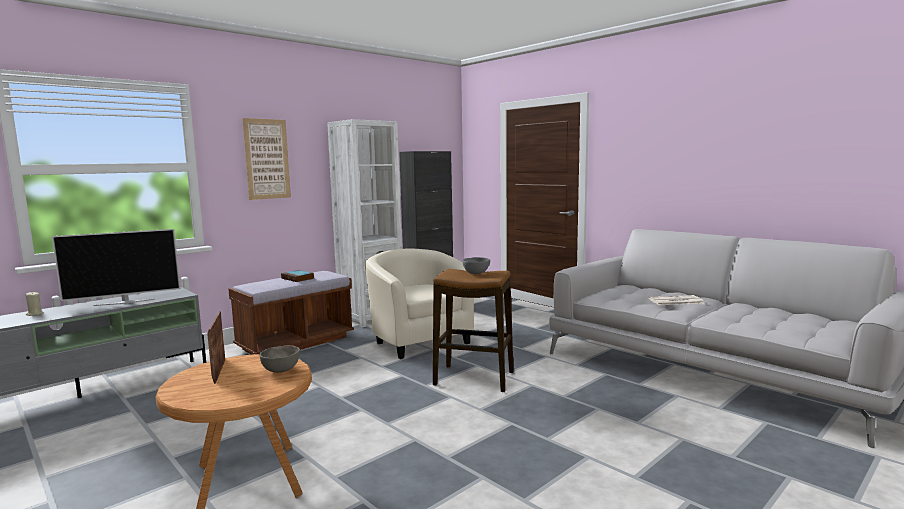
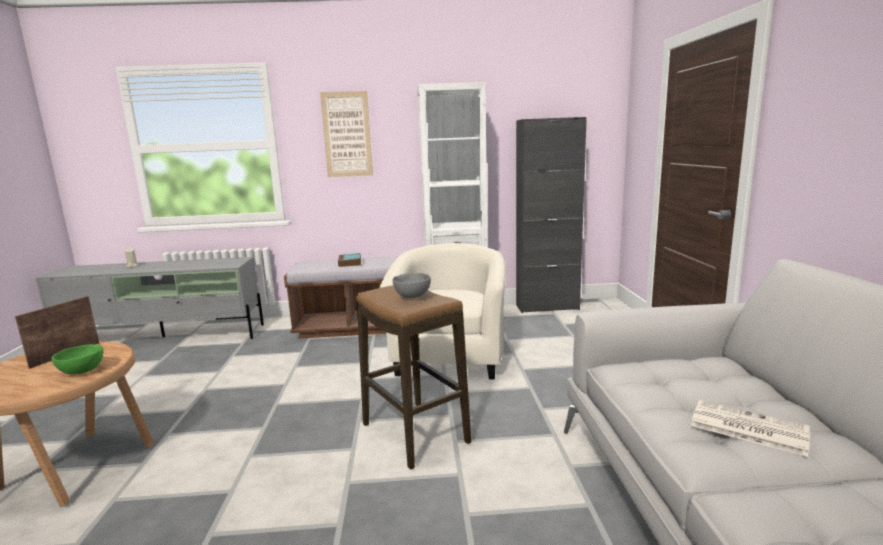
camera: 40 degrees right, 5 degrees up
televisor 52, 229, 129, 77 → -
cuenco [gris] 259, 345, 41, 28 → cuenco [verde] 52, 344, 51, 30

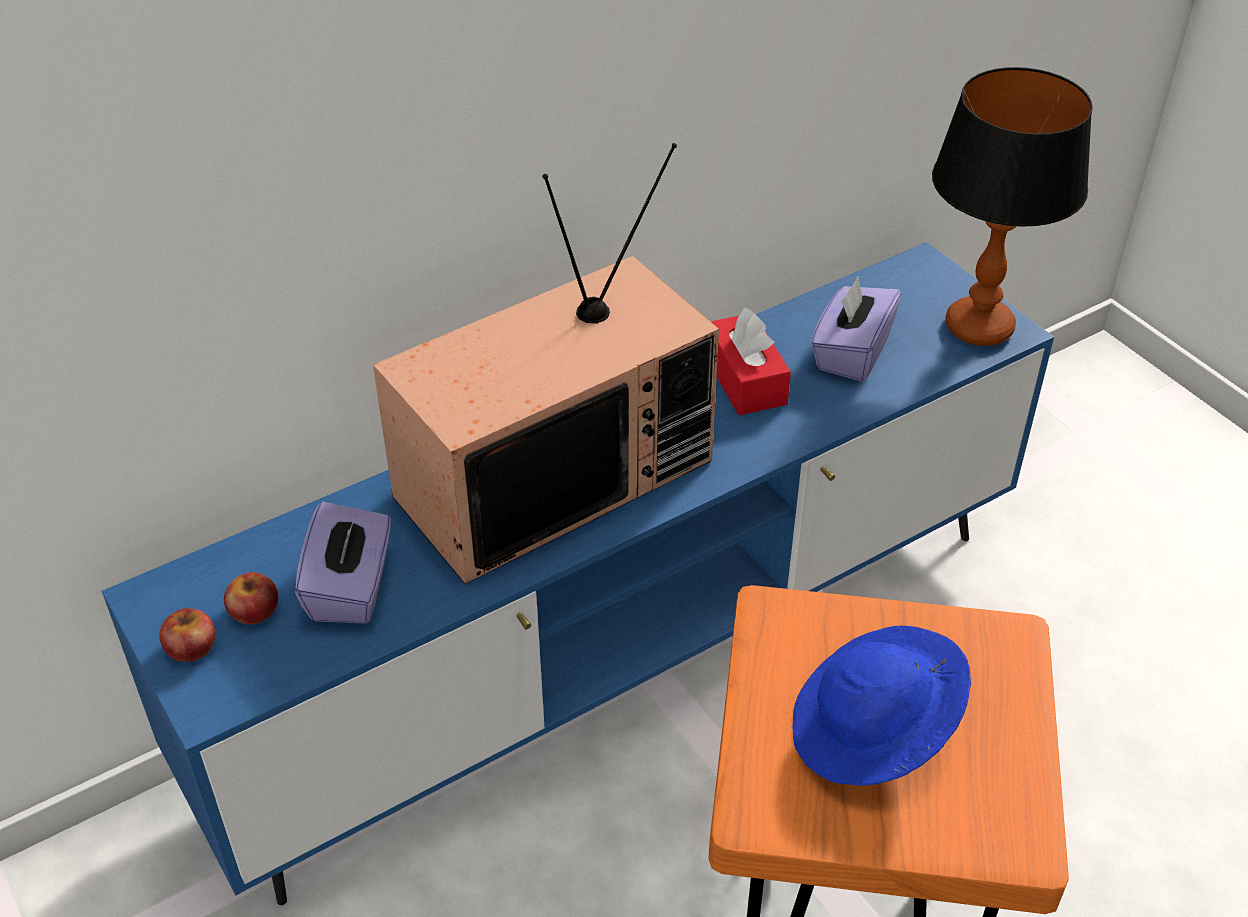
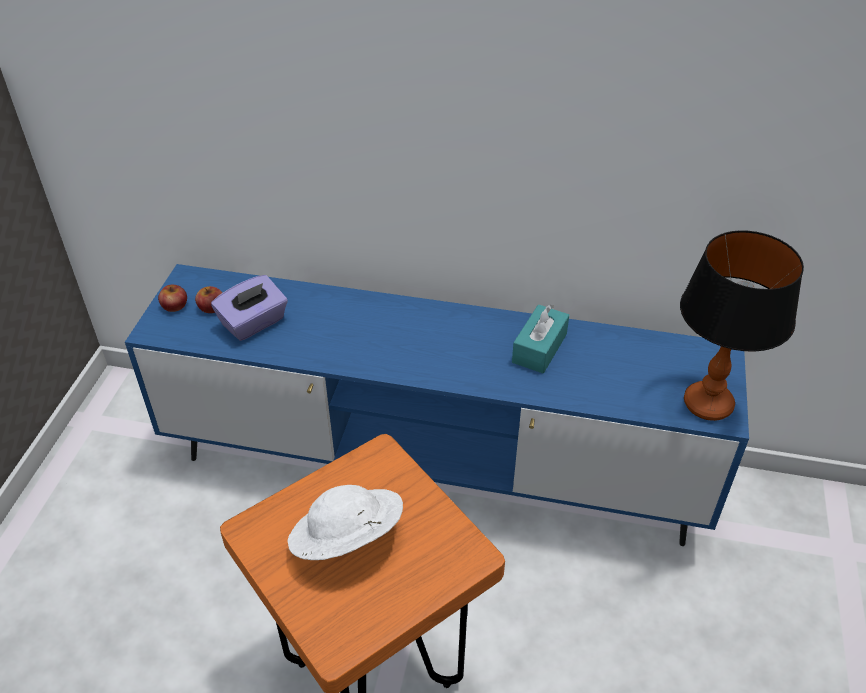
camera: 45 degrees right, 0 degrees up
televisor 373, 143, 346, 441 → -
caja de pañuelos [rojo] 710, 308, 81, 107 → caja de pañuelos [turquesa] 512, 304, 57, 69
sombrero [azul] 792, 626, 179, 160 → sombrero [blanco] 288, 485, 115, 75
caja de pañuelos [morado] 811, 276, 90, 106 → -

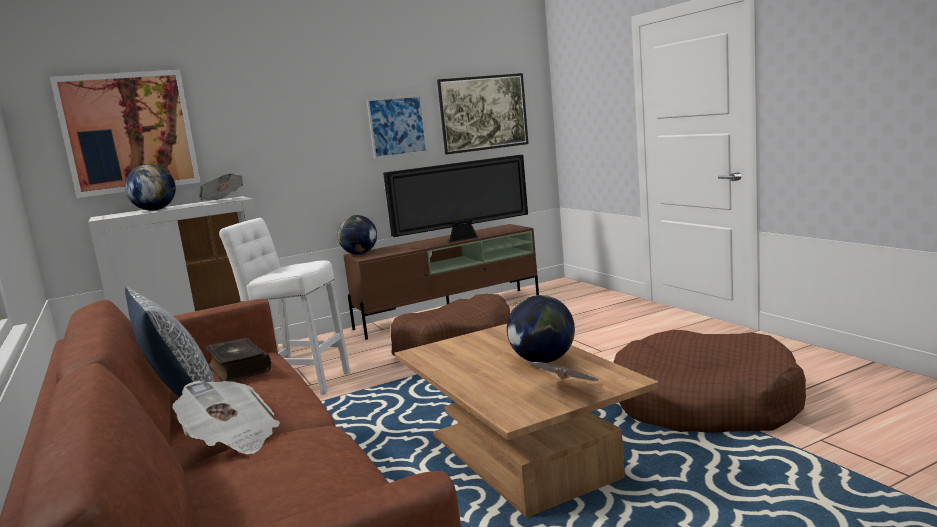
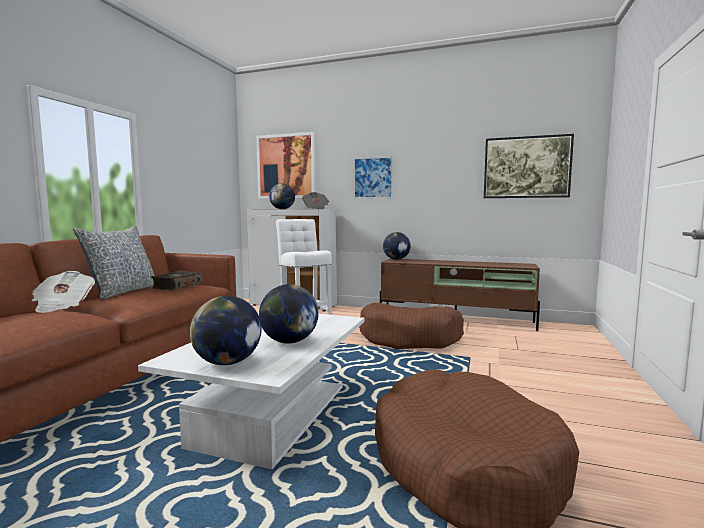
camera: 45 degrees right, 5 degrees down
cuadro 367, 95, 61, 64 → cuadro 354, 156, 39, 43, moved
televisor 383, 155, 145, 88 → -
mesa de centro [marrón] 394, 324, 265, 194 → mesa de centro [blanco] 138, 314, 226, 155
periódico 523, 362, 78, 19 → globo terráqueo 190, 296, 72, 69

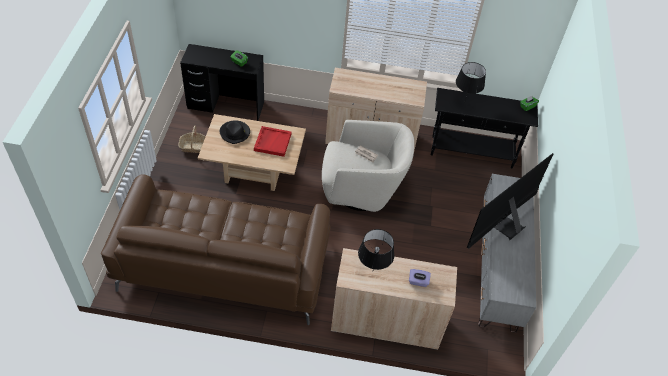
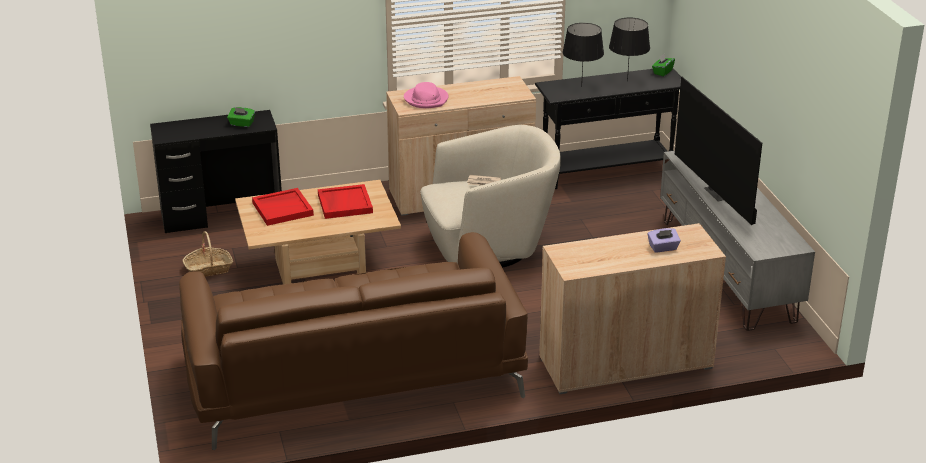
camera: 20 degrees left, 20 degrees down
sombrero [negro] 220, 120, 30, 24 → bandeja [rojo] 252, 188, 62, 38
lámpara de mesa [negro] 358, 229, 36, 41 → lámpara de mesa [negro] 609, 18, 41, 64, moved
televisor 467, 153, 87, 96 → televisor 675, 77, 87, 148, 45 degrees counterclockwise
- → sombrero [rosa] 404, 82, 45, 26

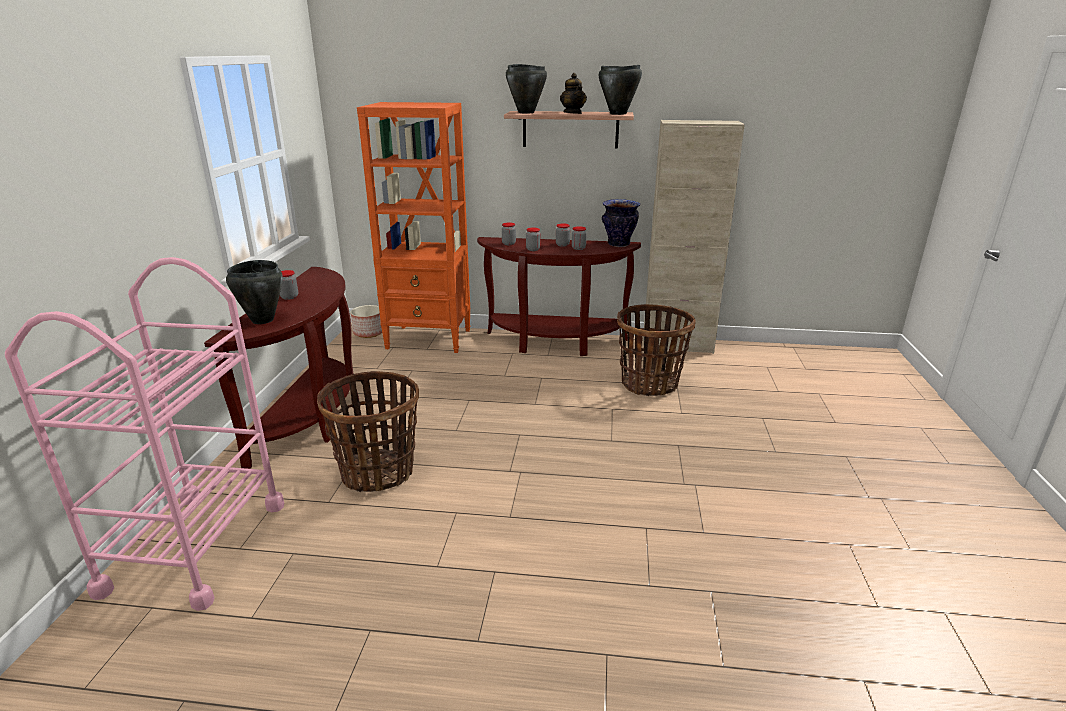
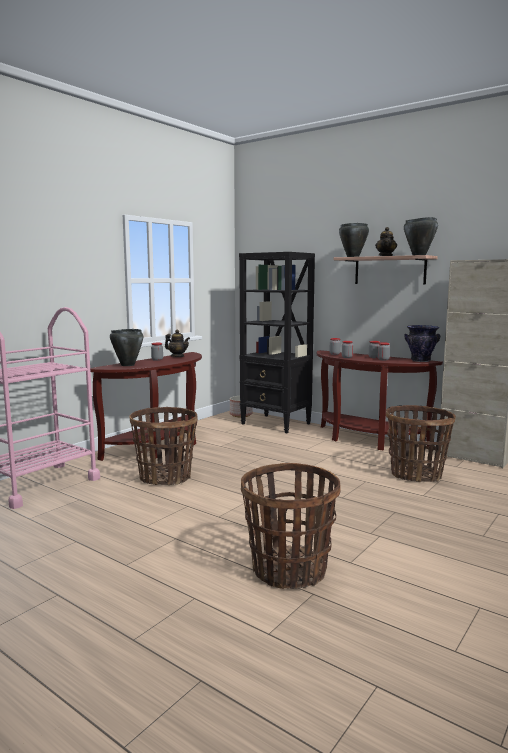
camera: 30 degrees right, 15 degrees down
estantería [naranja] 357, 102, 113, 251 → estantería [negro] 239, 252, 76, 181
- → tetera 165, 330, 25, 27
- → cesta 241, 463, 100, 126

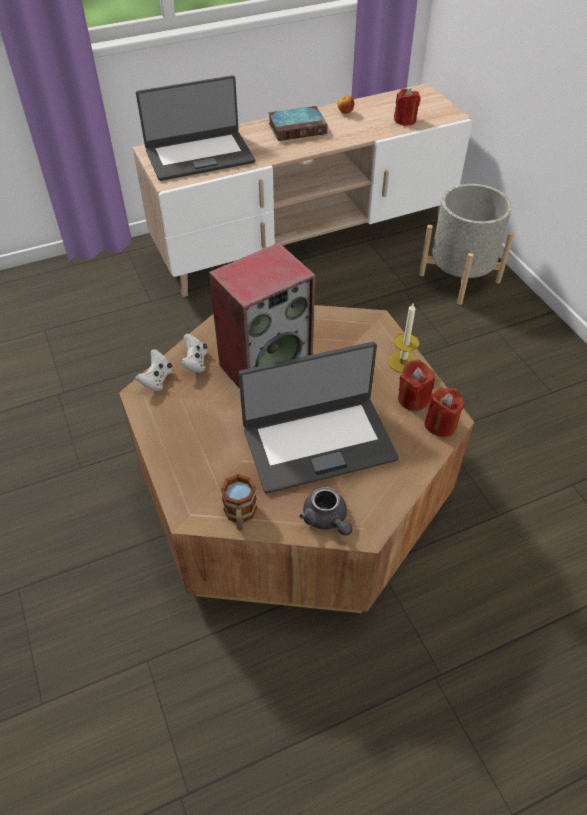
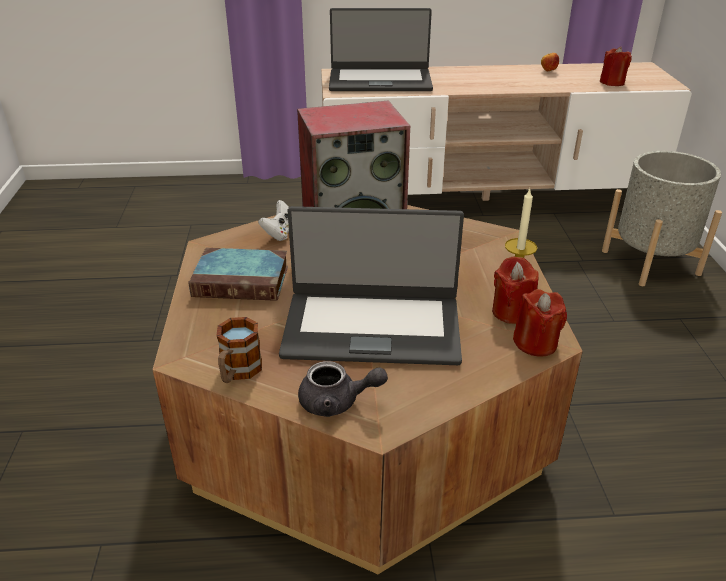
camera: 20 degrees right, 15 degrees down
mando de consola [blanco] 135, 349, 37, 42 → -
libro 268, 106, 60, 35 → libro 188, 248, 100, 53, moved
tetera [gris] 299, 487, 53, 49 → tetera [gris] 298, 361, 90, 56, 75 degrees counterclockwise

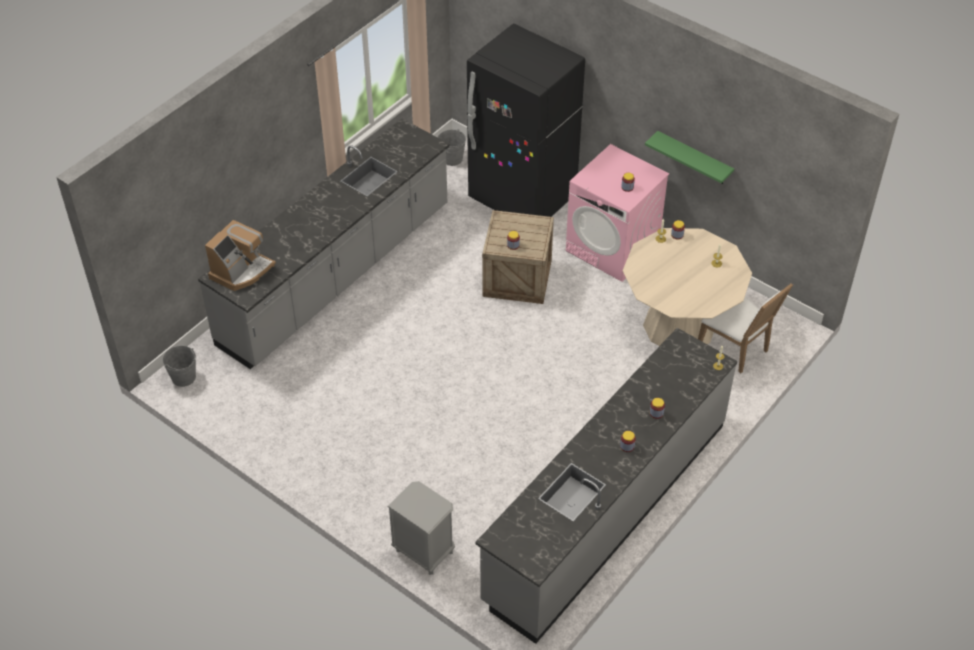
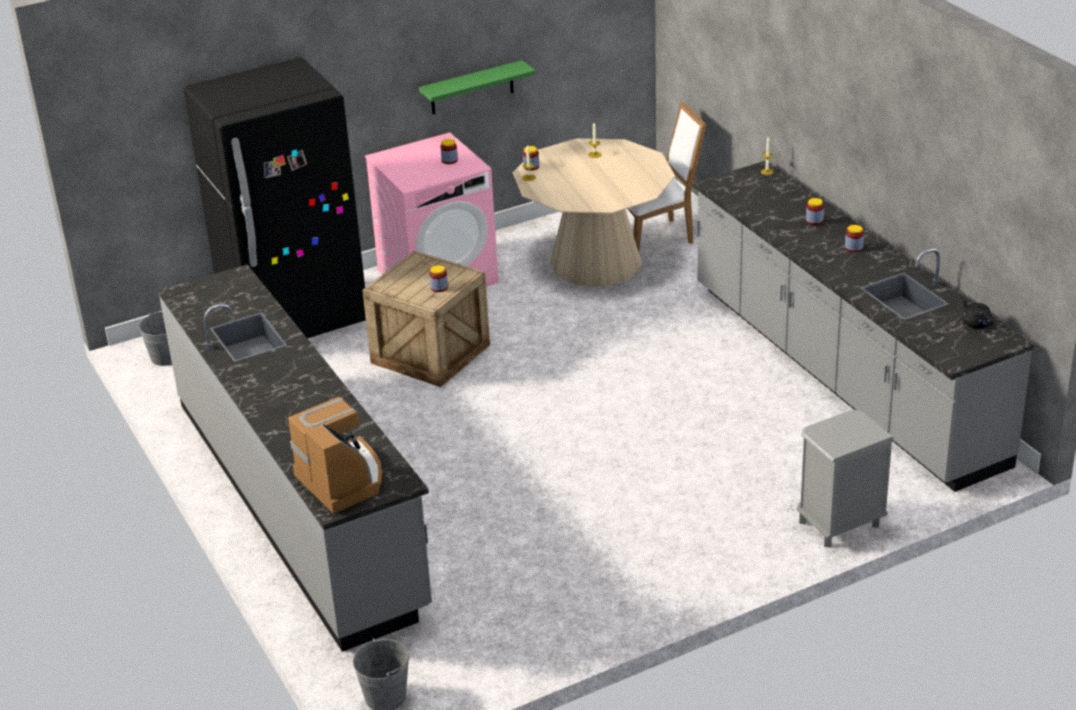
camera: 65 degrees left, 15 degrees down
- → tetera [negro] 961, 298, 33, 31

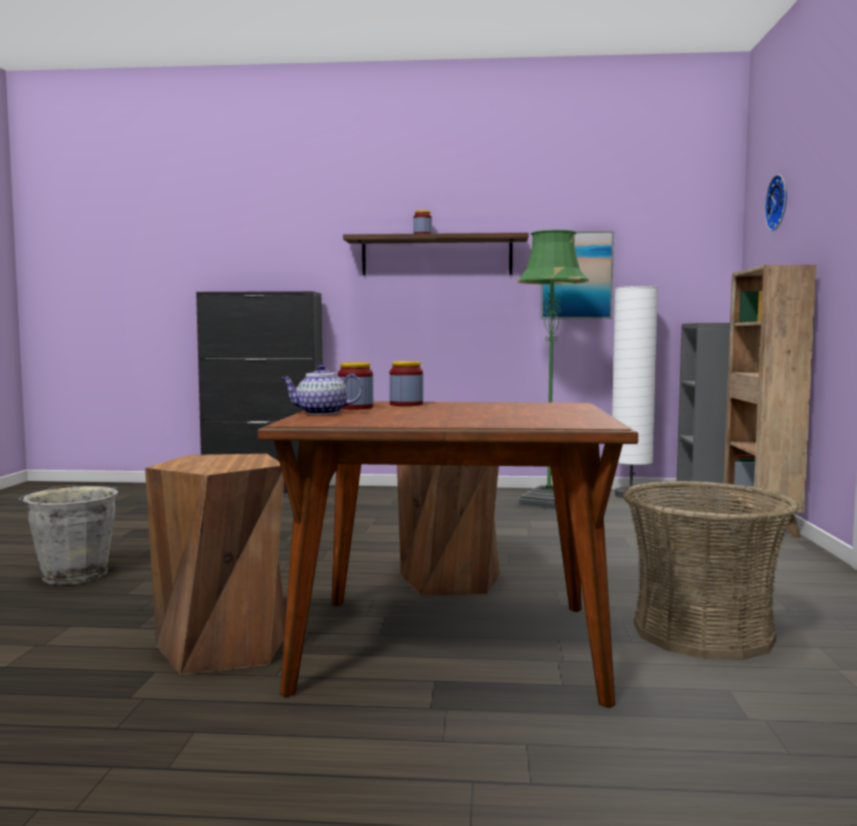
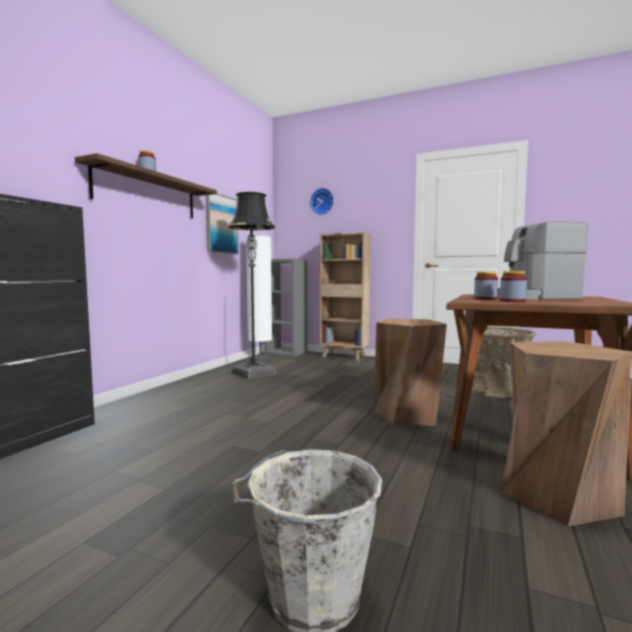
camera: 70 degrees left, 0 degrees up
tetera 281, 365, 82, 50 → -
lámpara de pie [verde] 517, 230, 72, 280 → lámpara de pie [negro] 228, 192, 48, 188
- → cafetera 497, 222, 91, 78

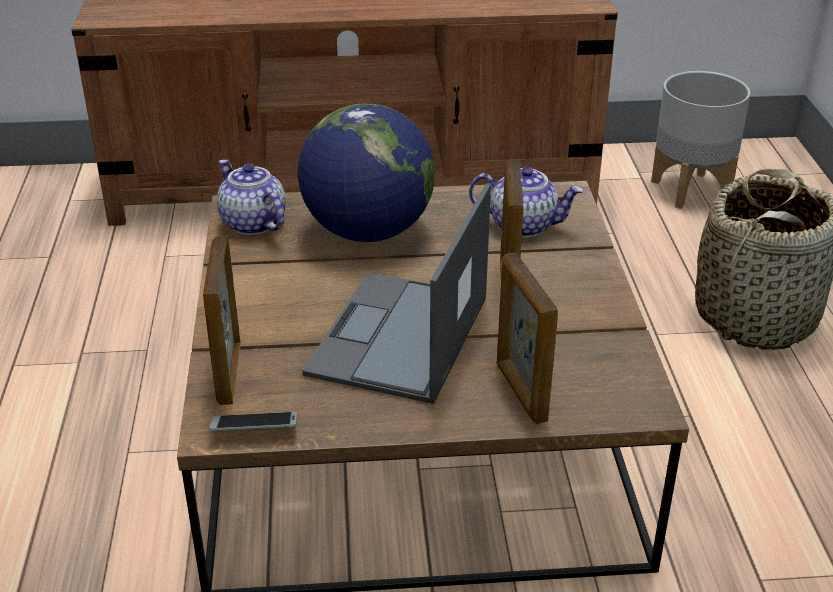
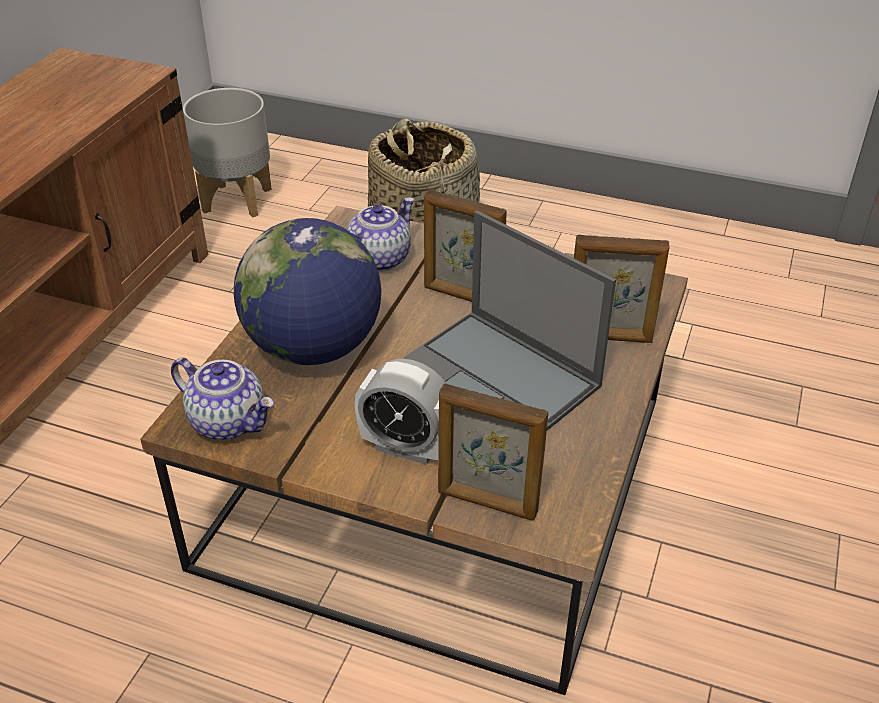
camera: 65 degrees left, 5 degrees up
móvil 209, 412, 88, 19 → -
tetera 217, 160, 69, 75 → tetera 171, 357, 103, 83, 135 degrees counterclockwise
- → despertador 355, 359, 91, 106

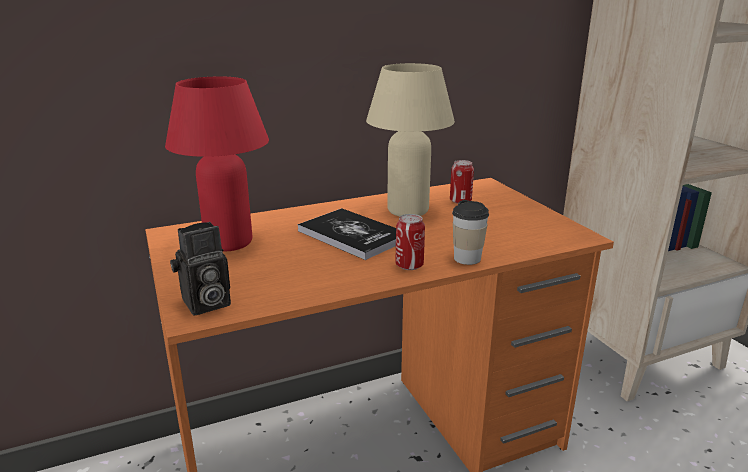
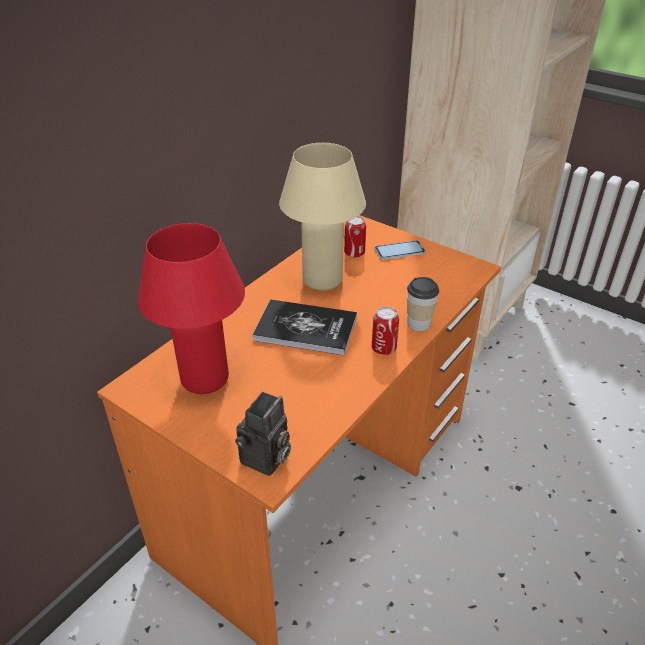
camera: 30 degrees left, 15 degrees up
- → móvil 375, 240, 50, 20

